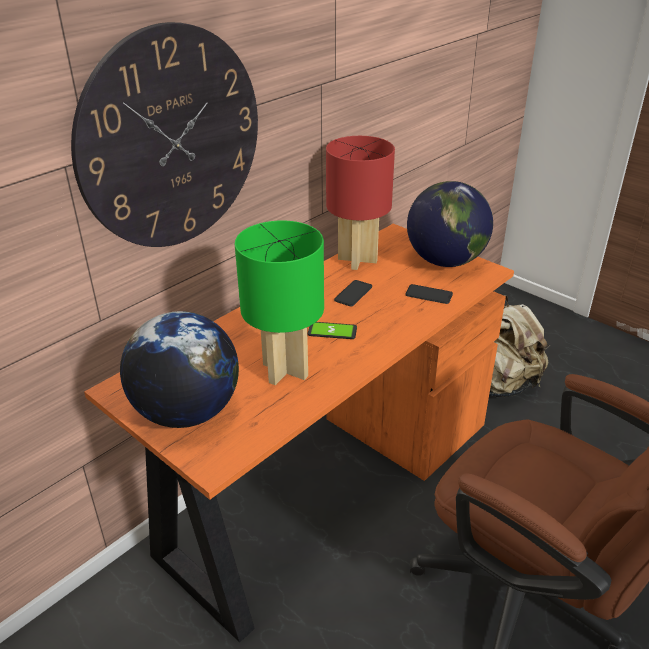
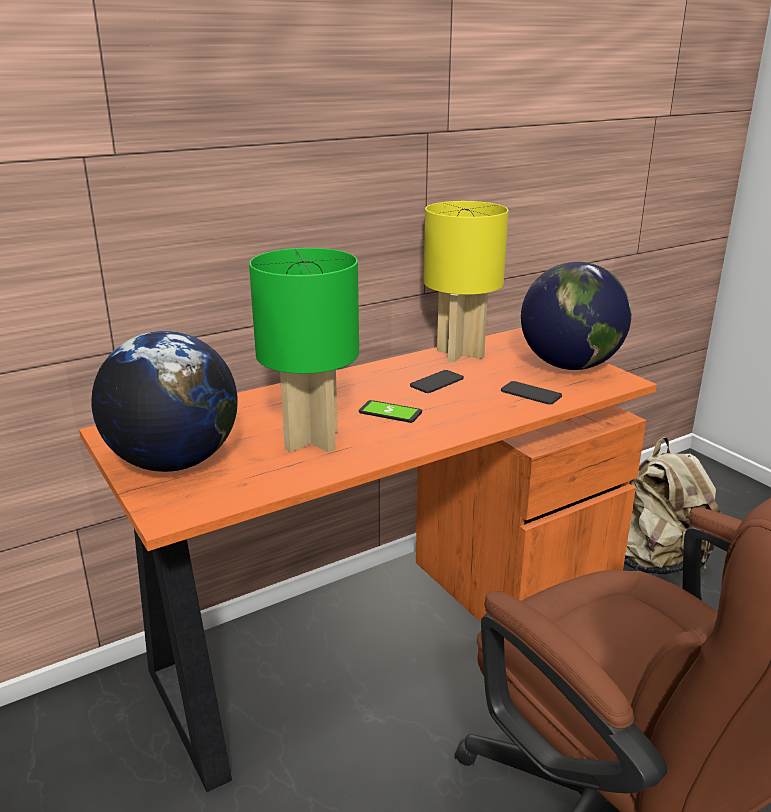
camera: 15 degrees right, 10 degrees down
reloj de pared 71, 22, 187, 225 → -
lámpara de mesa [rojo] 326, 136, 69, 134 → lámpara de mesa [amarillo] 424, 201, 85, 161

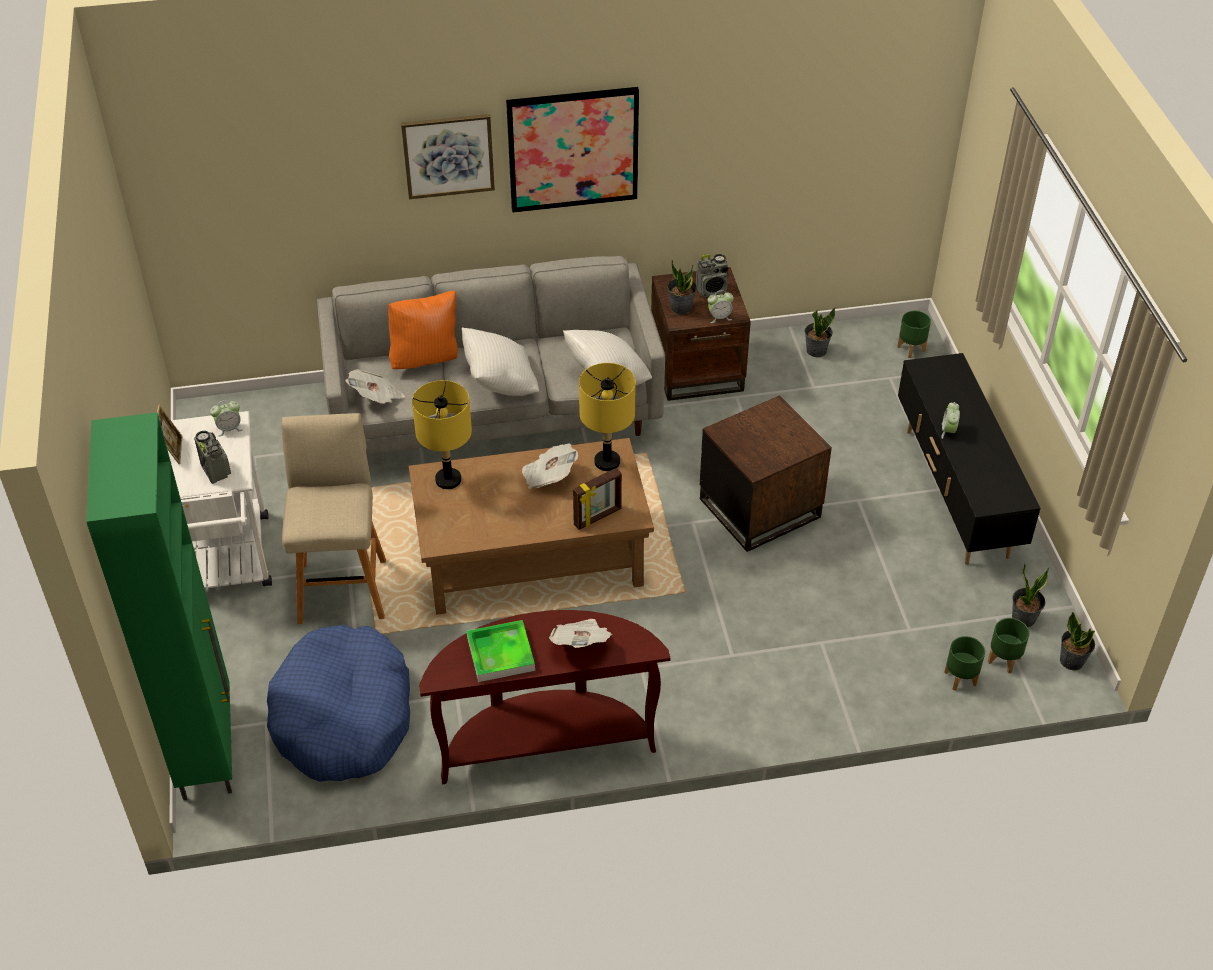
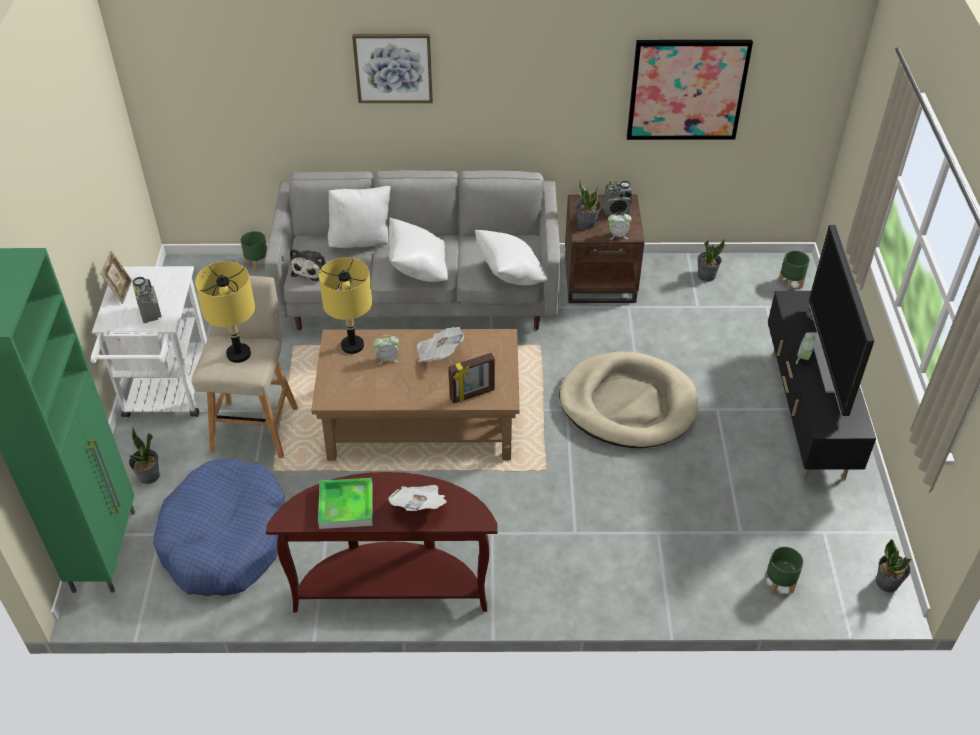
camera: 10 degrees right, 0 degrees up
despertador 210, 400, 33, 36 → despertador 373, 335, 26, 30, moved
periódico 345, 369, 60, 35 → peluche 290, 249, 36, 33
cojín [naranja] 388, 291, 70, 78 → cojín [blanco] 328, 186, 62, 62
cuadro 506, 87, 133, 126 → cuadro 627, 40, 126, 100, moved
lámpara de mesa [amarillo] 579, 363, 57, 108 → lámpara de mesa [amarillo] 195, 261, 60, 102, moved
mesa auxiliar [marrón] 700, 395, 132, 157 → cama para perro [beis] 559, 351, 140, 97
maceta [verde] 988, 618, 41, 55 → maceta [verde] 241, 231, 26, 41, moved
planta en maceta 1012, 564, 37, 63 → planta en maceta 129, 427, 31, 57, moved
- → televisor 809, 225, 65, 191

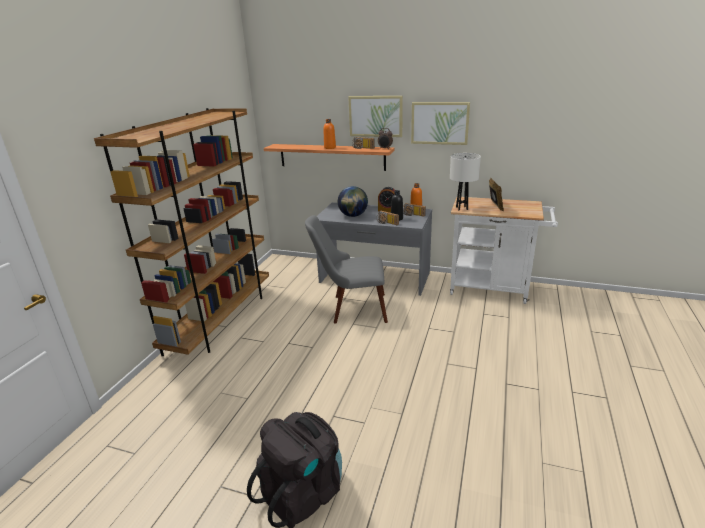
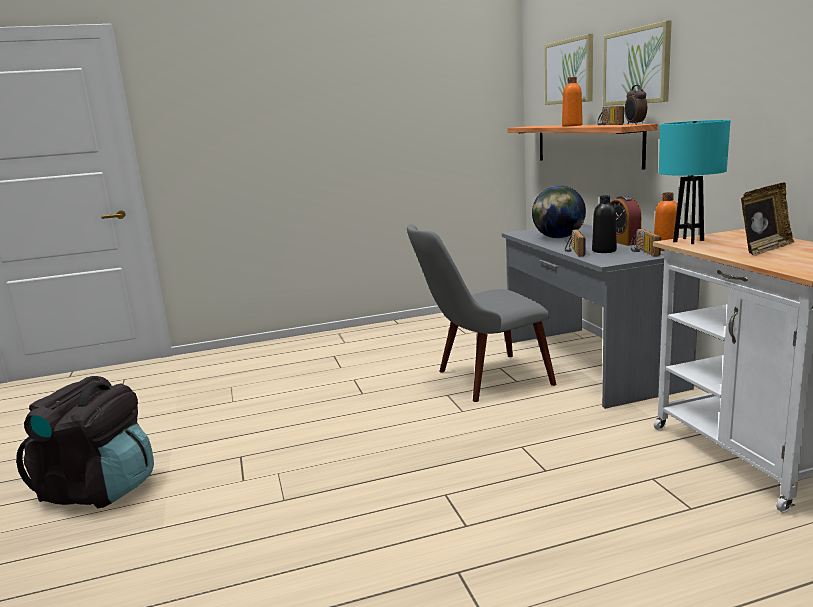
camera: 55 degrees right, 10 degrees down
estantería [marrón] 94, 108, 175, 248 → -
silla [gris] 305, 215, 83, 108 → silla [gris] 407, 224, 150, 178, 75 degrees counterclockwise
cuadro 411, 102, 59, 43 → cuadro 544, 34, 49, 71, moved
lámpara de mesa [blanco] 450, 153, 31, 57 → lámpara de mesa [turquesa] 659, 120, 72, 124

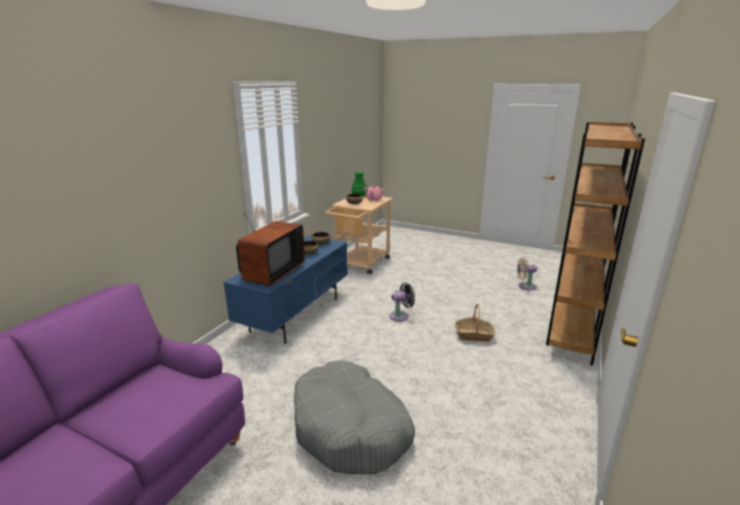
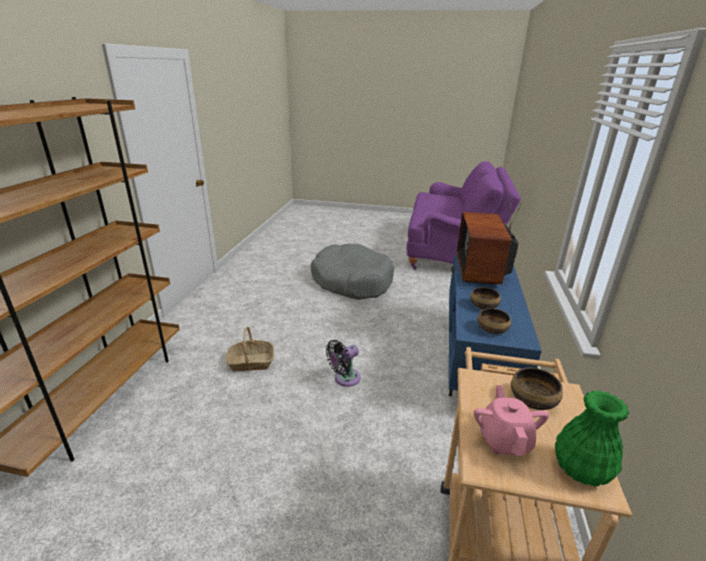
camera: 165 degrees right, 5 degrees up
ventilador [beis] 517, 257, 20, 33 → -

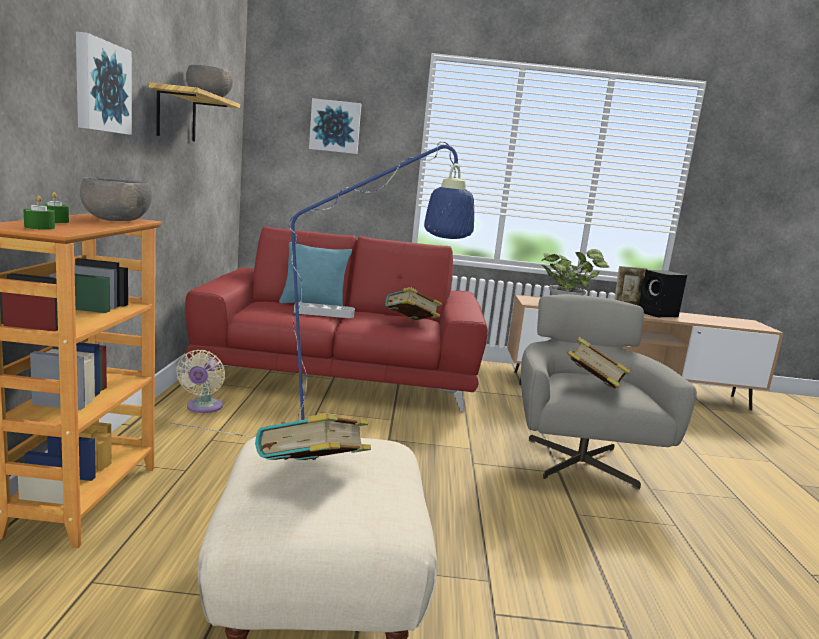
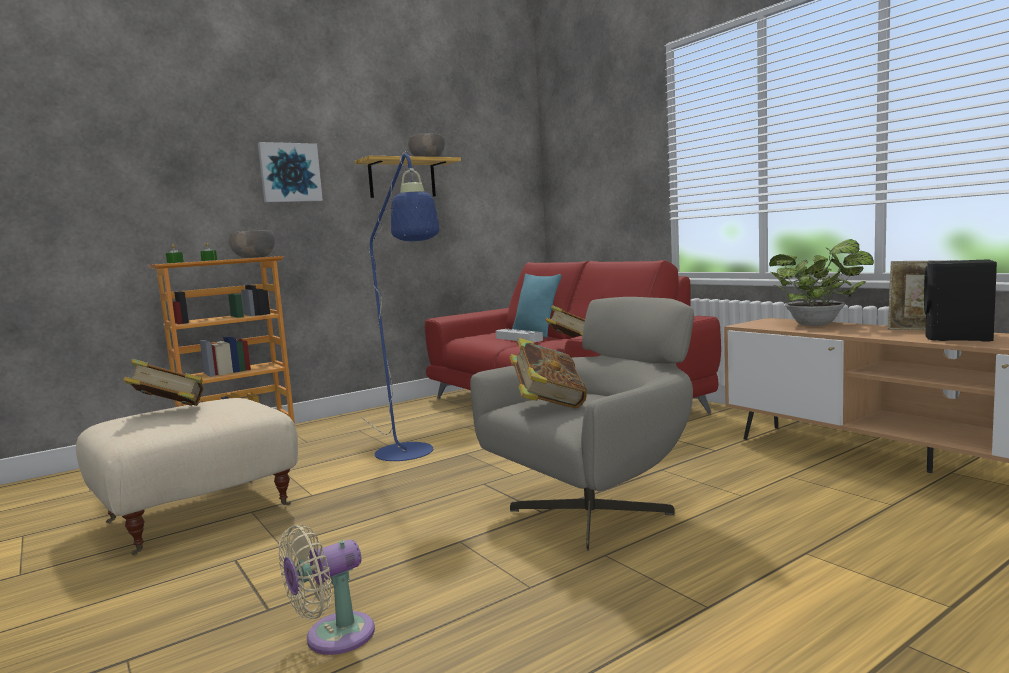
camera: 55 degrees right, 5 degrees down
ventilador [beis] 176, 350, 49, 63 → ventilador [beis] 278, 524, 97, 131, moved
cuadro 309, 98, 52, 56 → -

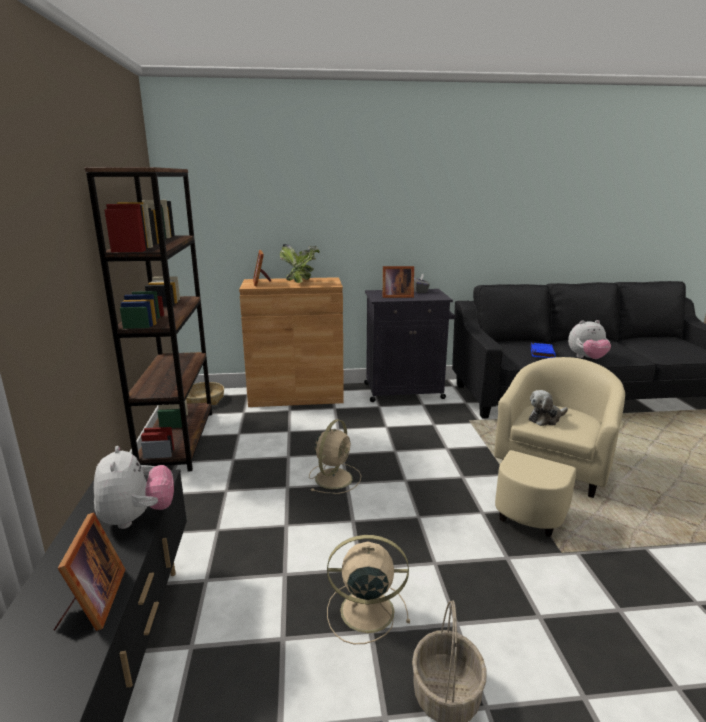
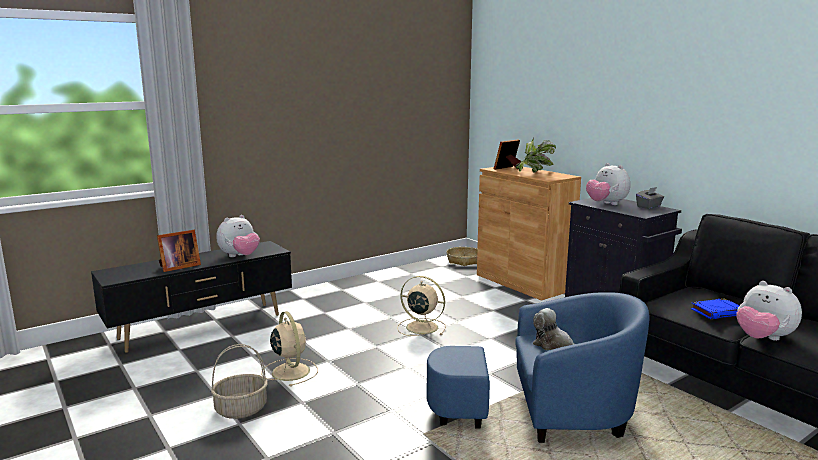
camera: 60 degrees right, 5 degrees down
estantería [marrón] 85, 167, 127, 304 → -
ventilador [beis] 309, 419, 53, 75 → ventilador [beis] 397, 276, 49, 60, 150 degrees counterclockwise
portarretratos 382, 266, 32, 32 → peluche 586, 163, 44, 42
sillón [beis] 494, 357, 131, 180 → sillón [azul] 427, 292, 223, 151

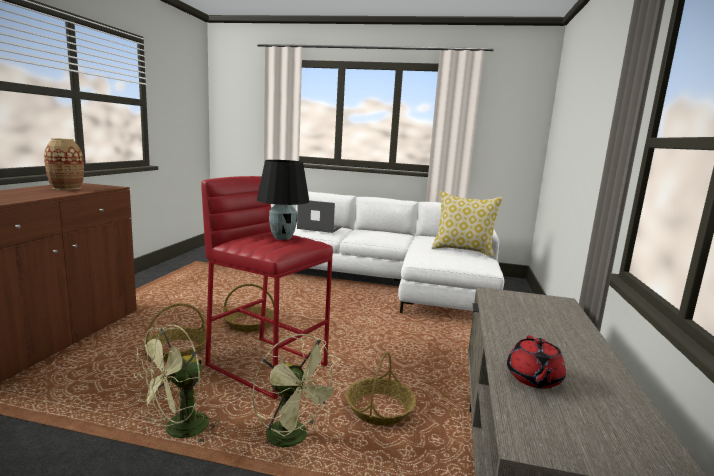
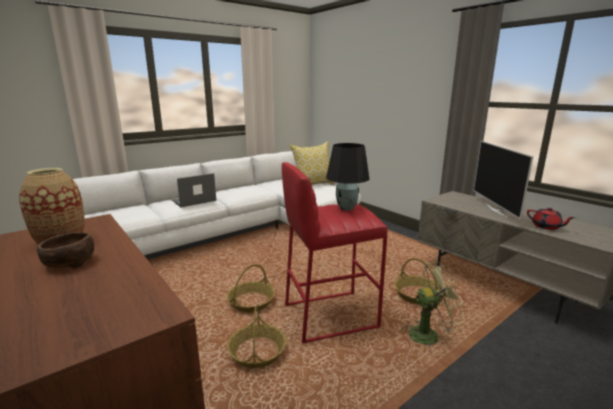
camera: 50 degrees left, 5 degrees up
ventilador [verde] 134, 325, 86, 119 → -
- → cuenco [marrón] 37, 232, 57, 36
- → televisor 474, 141, 59, 78

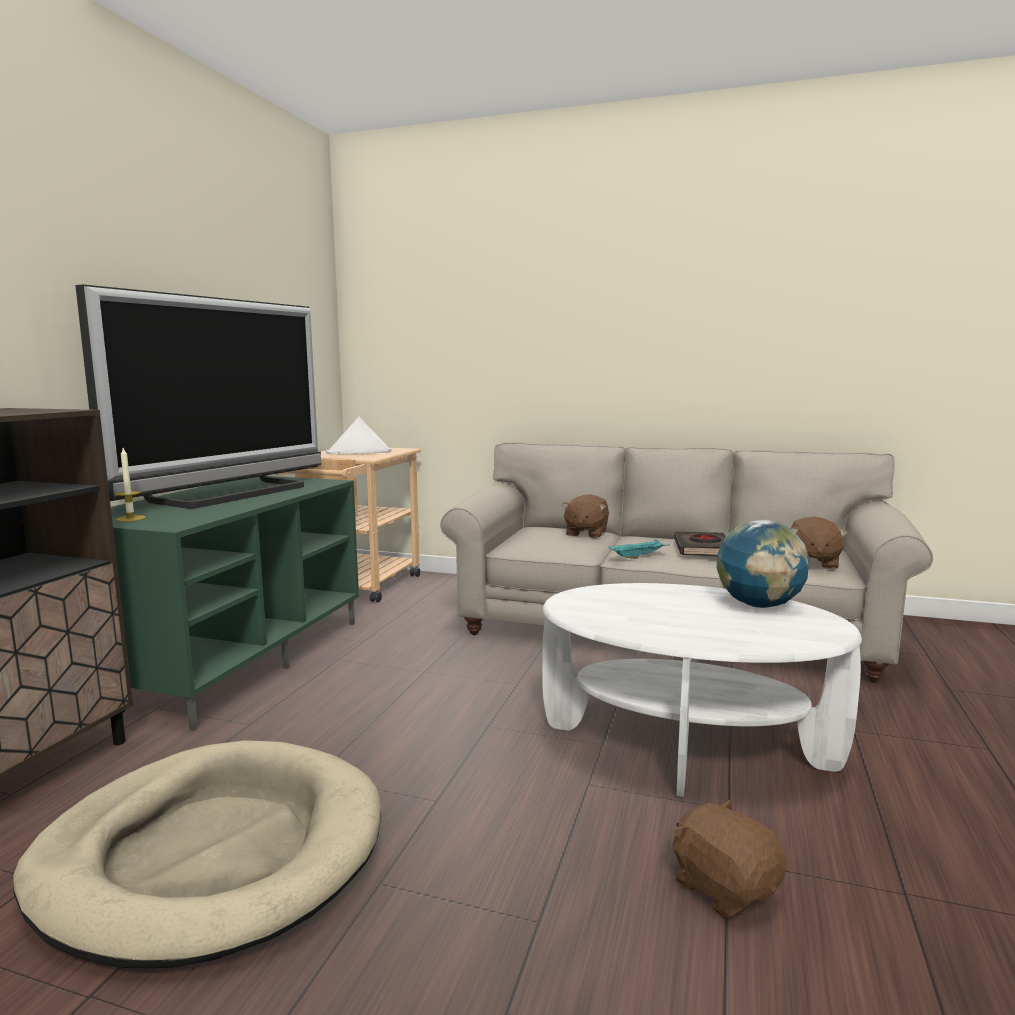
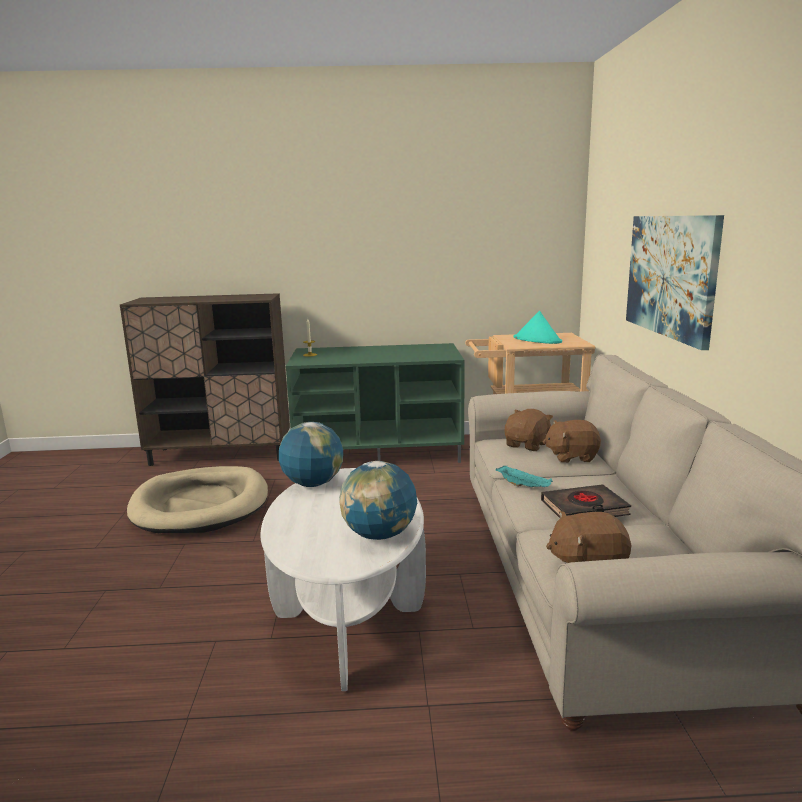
camera: 70 degrees right, 5 degrees up
televisor 76, 284, 245, 224 → -
sombrero [blanco] 326, 417, 65, 37 → sombrero [turquesa] 514, 311, 48, 33
peluche [marrón] 673, 799, 113, 119 → peluche [marrón] 504, 409, 49, 42, moved
- → globo terráqueo 279, 422, 64, 65
- → cuadro 626, 215, 98, 135

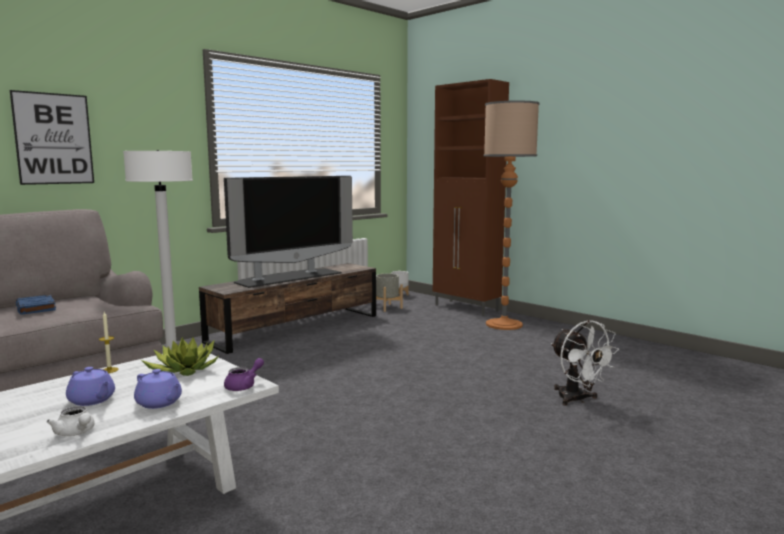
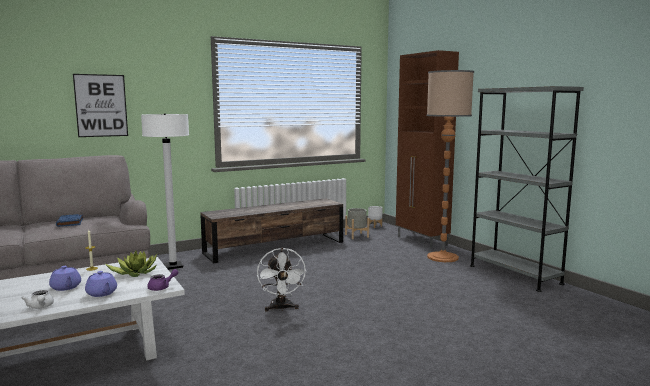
camera: 15 degrees right, 0 degrees up
televisor 224, 176, 129, 112 → -
ventilador [blanco] 551, 320, 68, 86 → ventilador [blanco] 257, 248, 50, 63, moved
- → estantería [gris] 470, 86, 114, 206

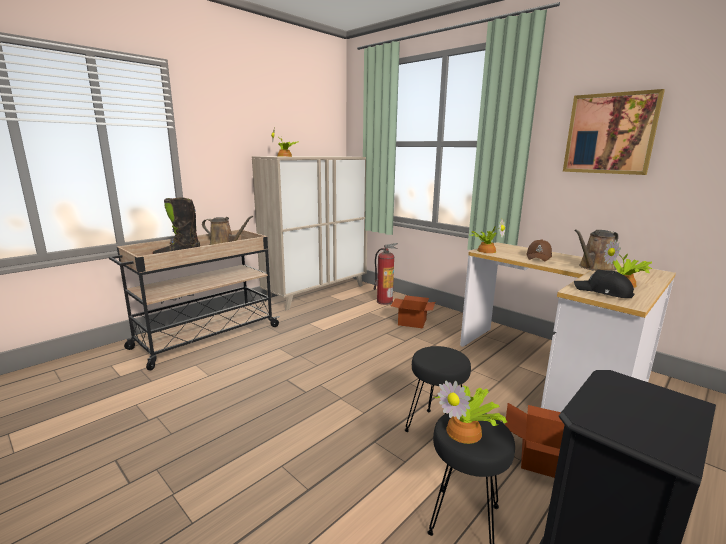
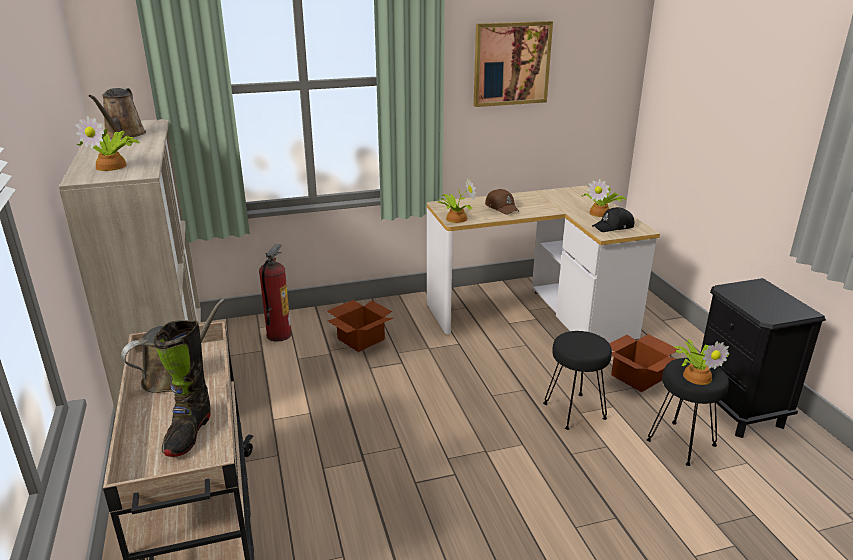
camera: 60 degrees left, 10 degrees up
regadera [marrón] 574, 230, 44, 41 → regadera [marrón] 89, 88, 57, 52, moved

